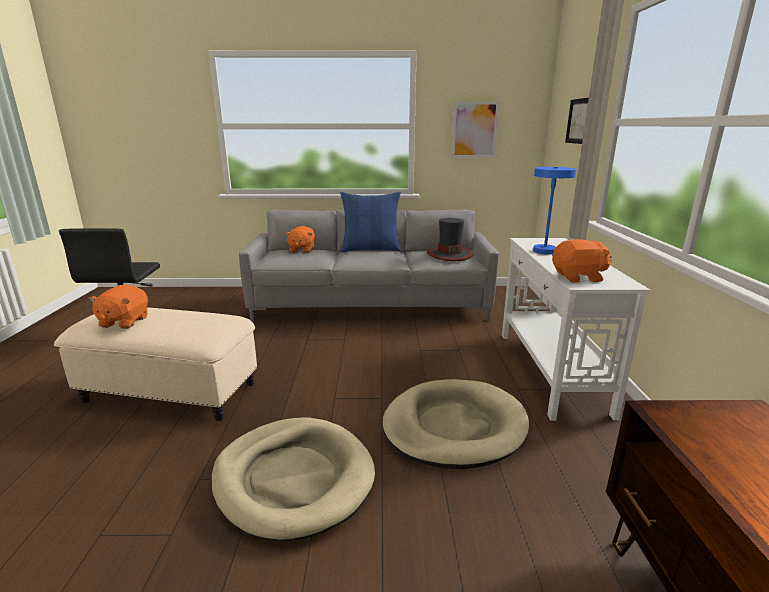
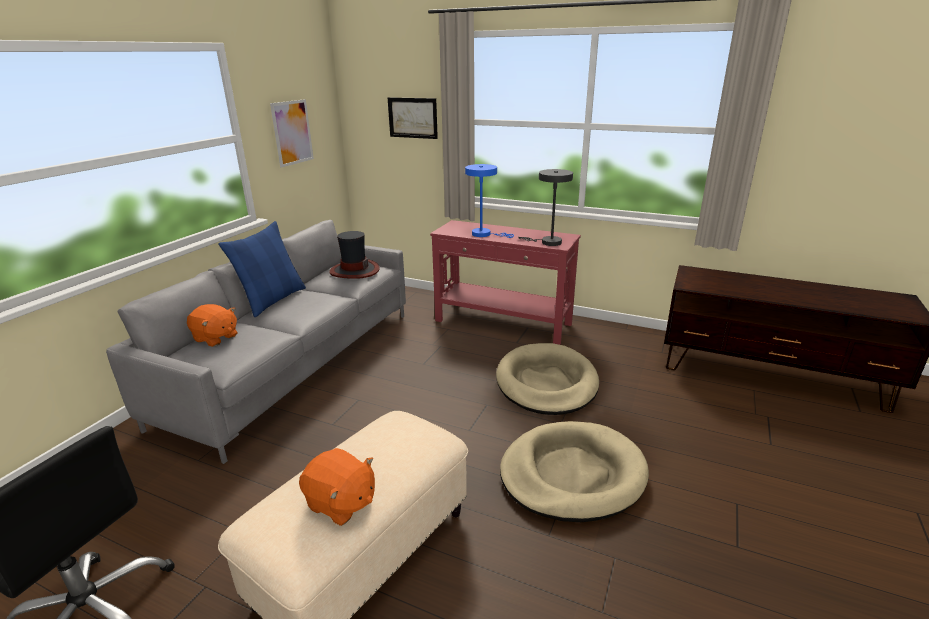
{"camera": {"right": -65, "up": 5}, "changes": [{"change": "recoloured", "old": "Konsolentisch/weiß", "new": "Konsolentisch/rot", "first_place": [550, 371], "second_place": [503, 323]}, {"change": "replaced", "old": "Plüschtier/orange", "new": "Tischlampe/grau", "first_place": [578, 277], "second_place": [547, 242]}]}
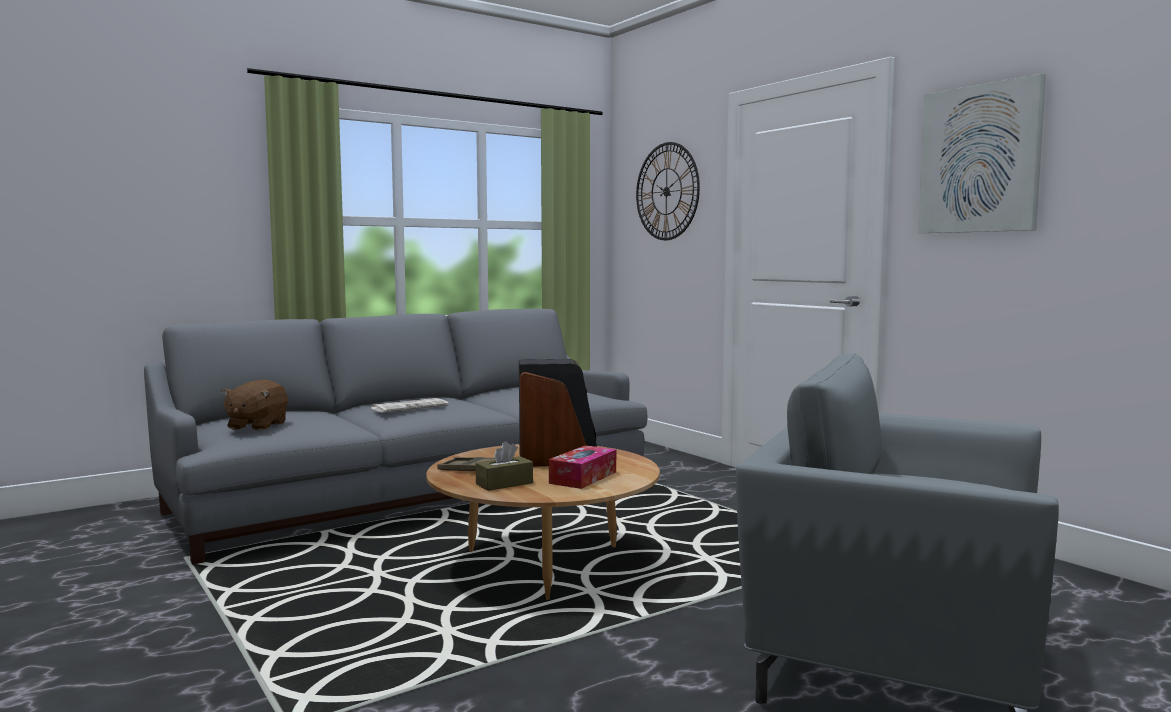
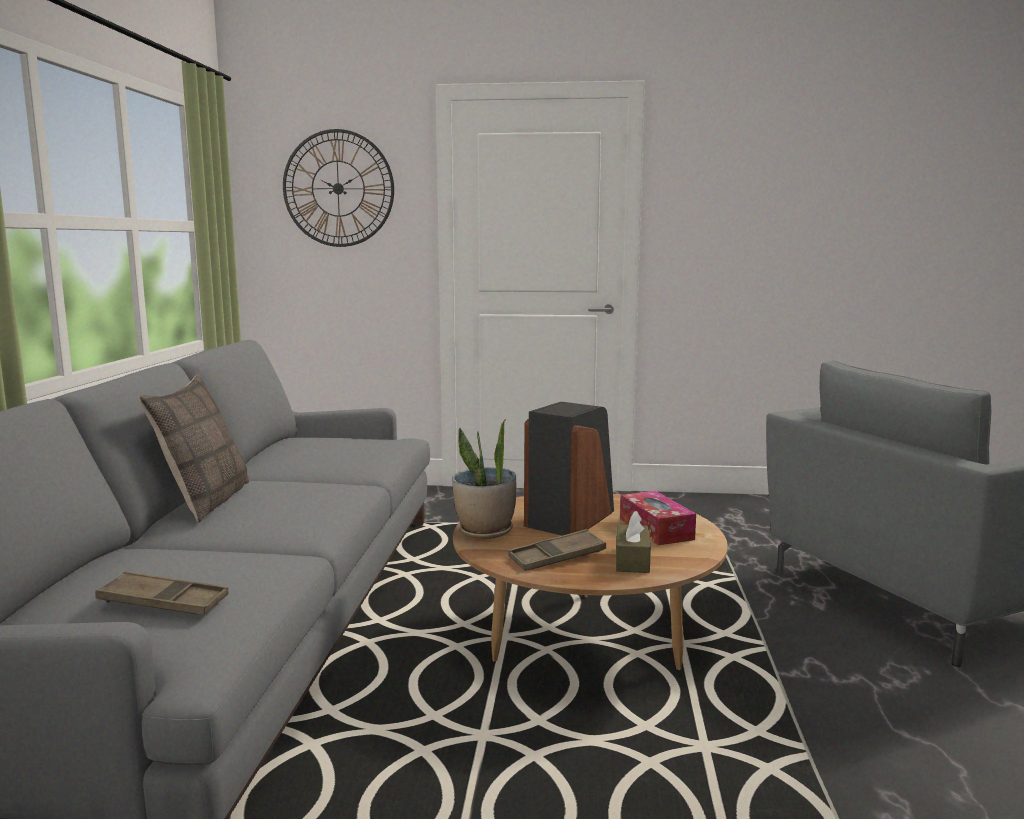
{"camera": {"right": -50, "up": 5}, "changes": [{"change": "removed", "old": "Bild", "first_place": [980, 159]}, {"change": "replaced", "old": "Plüschtier/braun", "new": "Tablett/braun", "first_place": [256, 426], "second_place": [164, 602]}, {"change": "removed", "old": "Zeitung", "first_place": [410, 407]}, {"change": "added", "new": "Kissen", "second_place": [205, 501]}, {"change": "added", "new": "Topfpflanze", "second_place": [485, 531]}]}
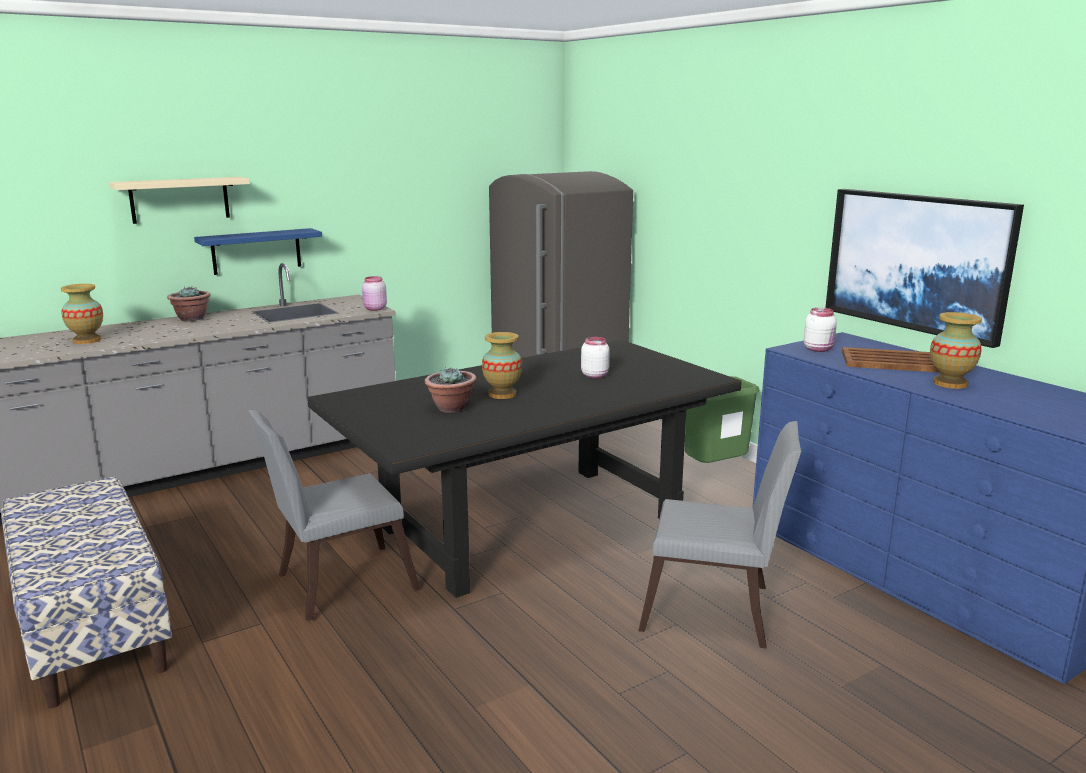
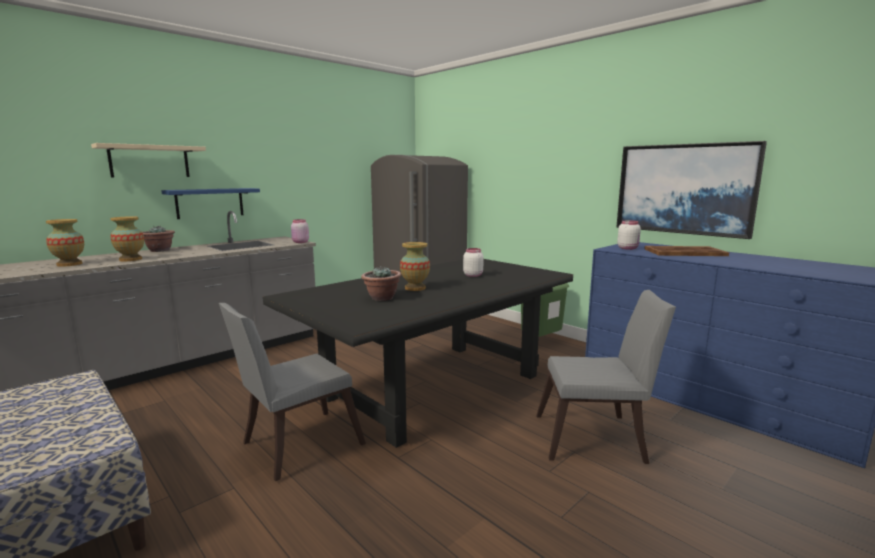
{"camera": {"right": -10, "up": -5}, "changes": [{"change": "moved", "old": "Vase", "first_place": [950, 383], "second_place": [131, 259]}]}
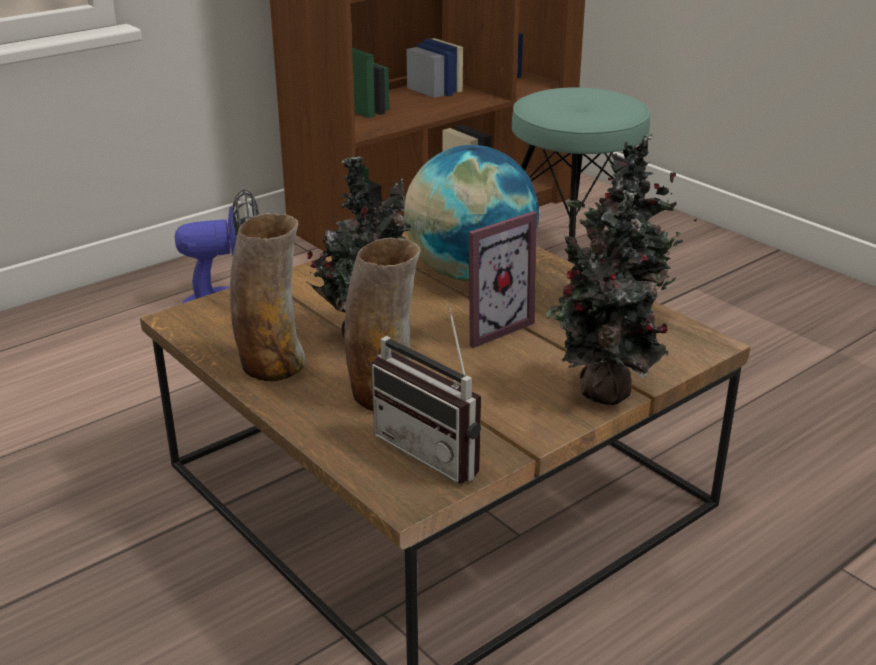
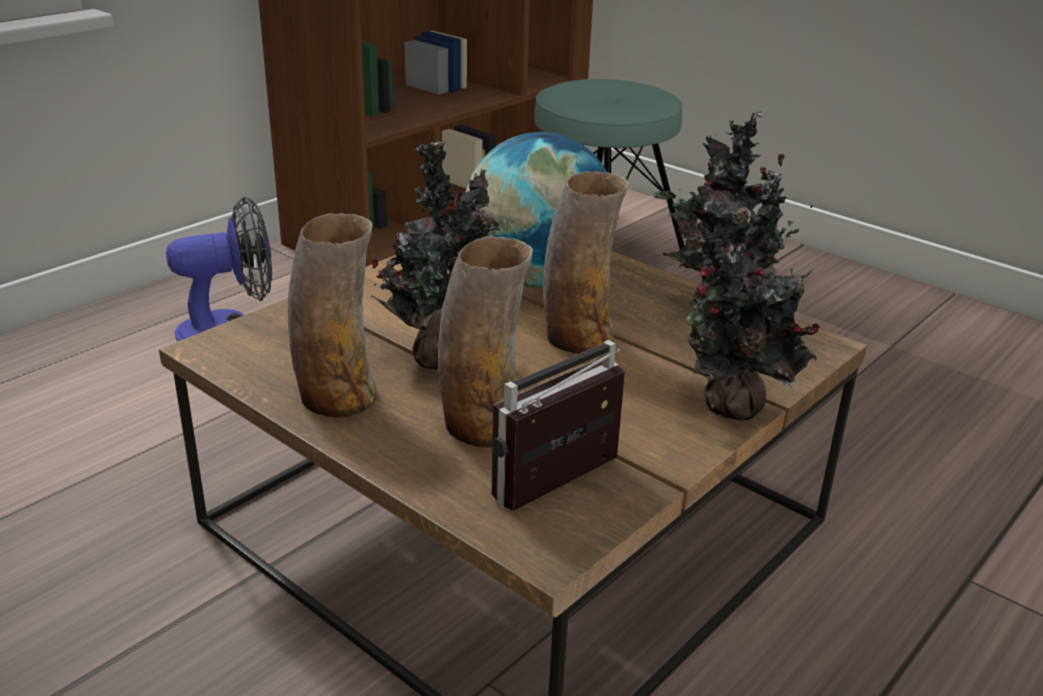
{"camera": {"right": -10, "up": 0}, "changes": [{"change": "replaced", "old": "Bilderrahmen", "new": "Vase", "first_place": [489, 326], "second_place": [578, 338]}, {"change": "turned", "old": "Radio", "first_place": [437, 450], "second_place": [566, 488], "degrees": 105}]}
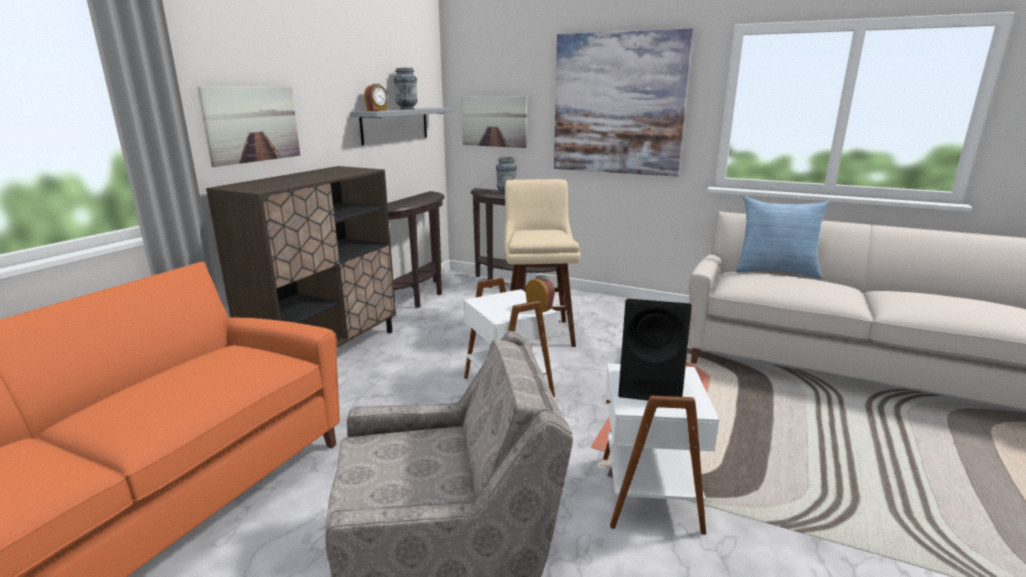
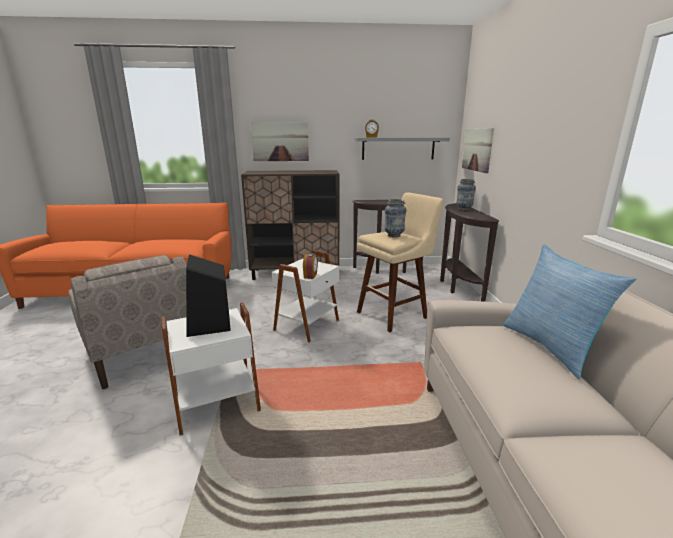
{"camera": {"right": 60, "up": 0}, "changes": [{"change": "removed", "old": "Bild", "first_place": [618, 104]}, {"change": "moved", "old": "Vase", "first_place": [407, 109], "second_place": [394, 235]}]}
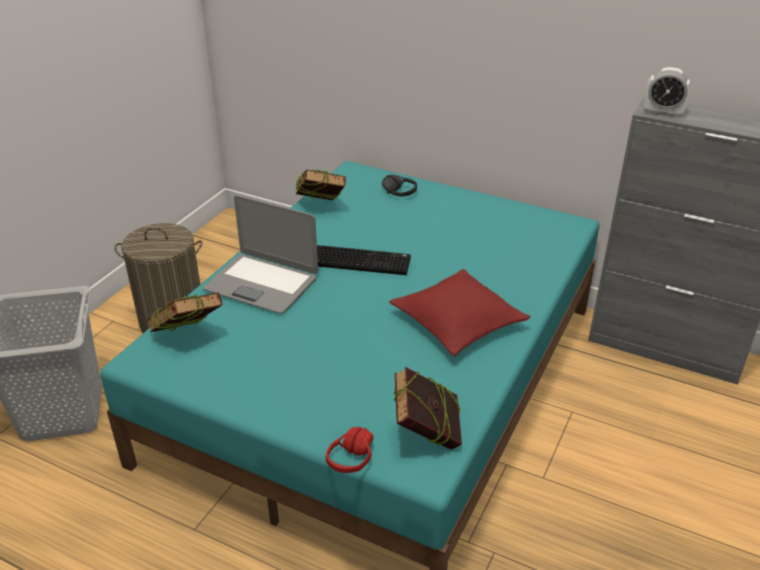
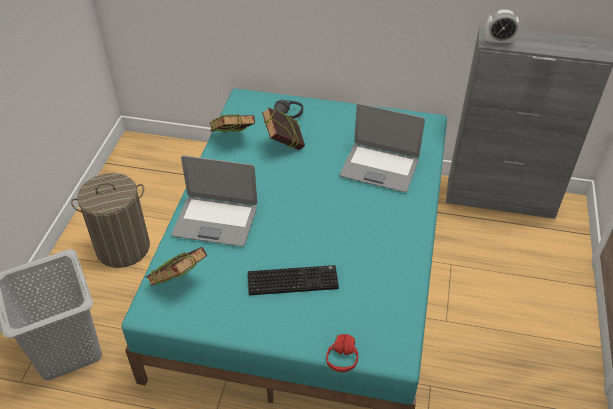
{"camera": {"right": -15, "up": 10}, "changes": [{"change": "moved", "old": "Tastatur", "first_place": [360, 261], "second_place": [293, 280]}, {"change": "removed", "old": "Kissen/rot", "first_place": [458, 322]}, {"change": "moved", "old": "Buch", "first_place": [426, 436], "second_place": [284, 145]}, {"change": "added", "new": "Laptop", "second_place": [379, 168]}]}
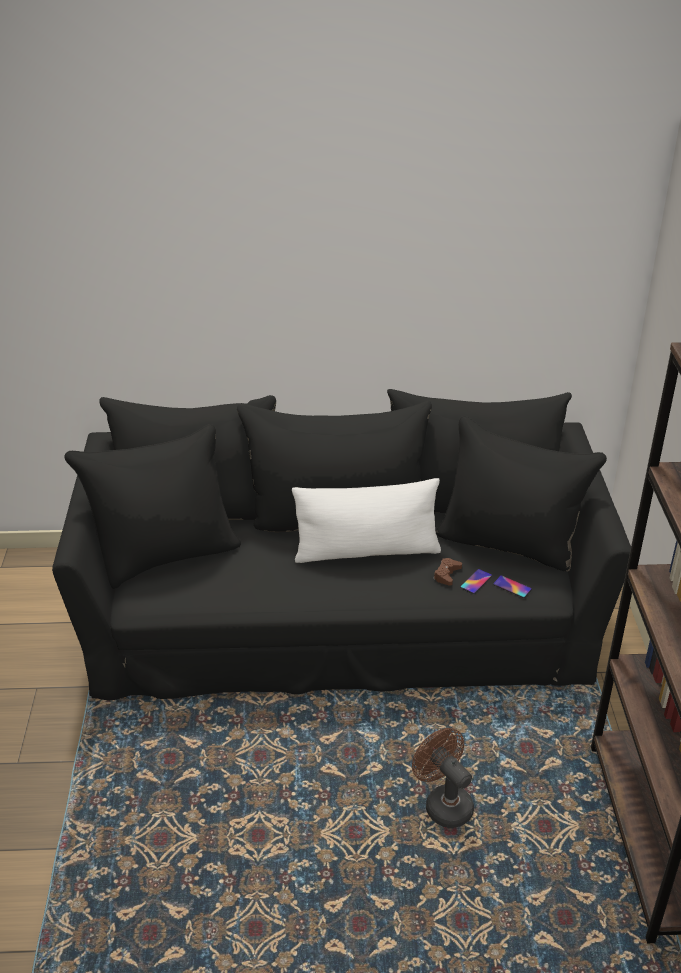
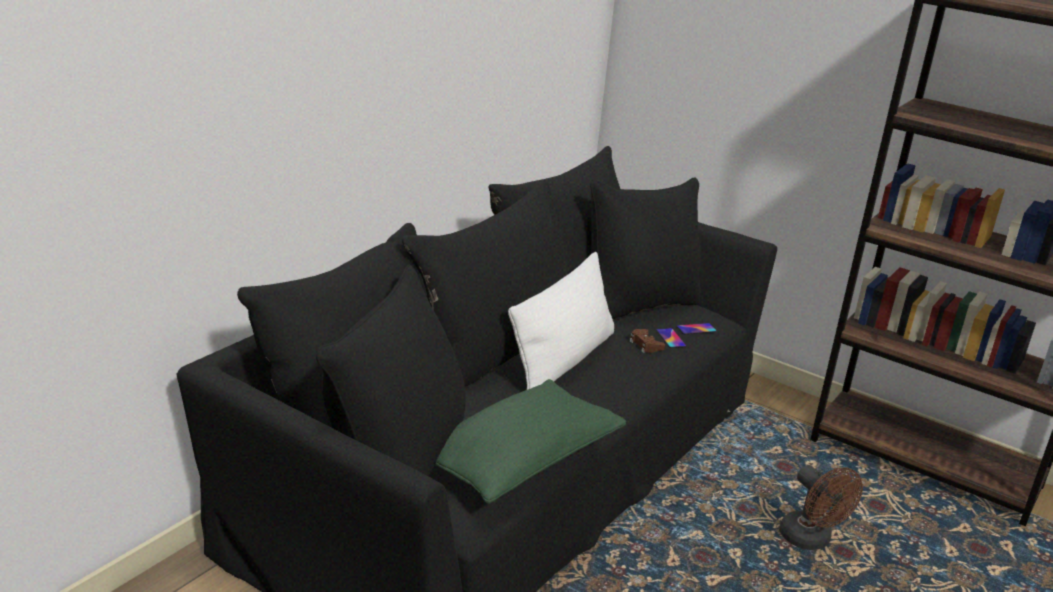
{"camera": {"right": -55, "up": -10}, "changes": [{"change": "turned", "old": "Ventilator/braun", "first_place": [443, 803], "second_place": [810, 540], "degrees": -120}, {"change": "added", "new": "Kissen/grün", "second_place": [519, 461]}]}
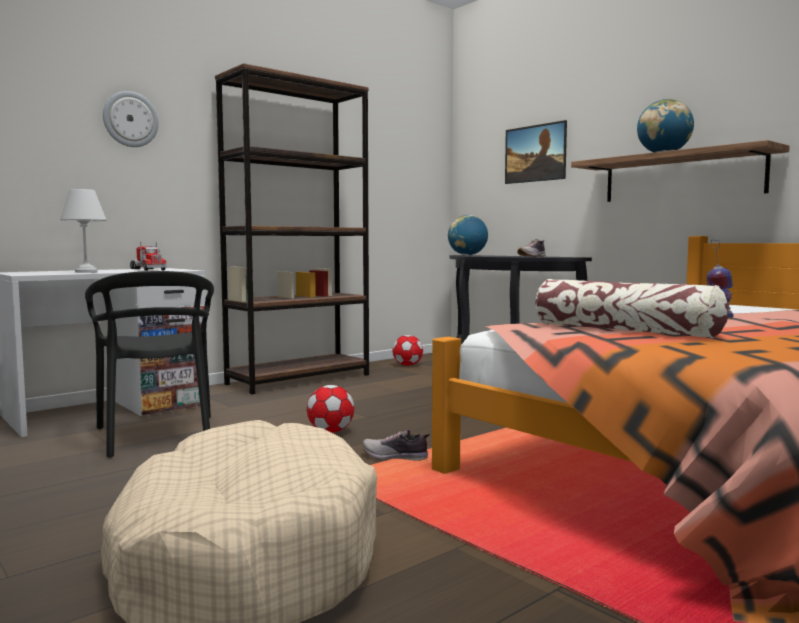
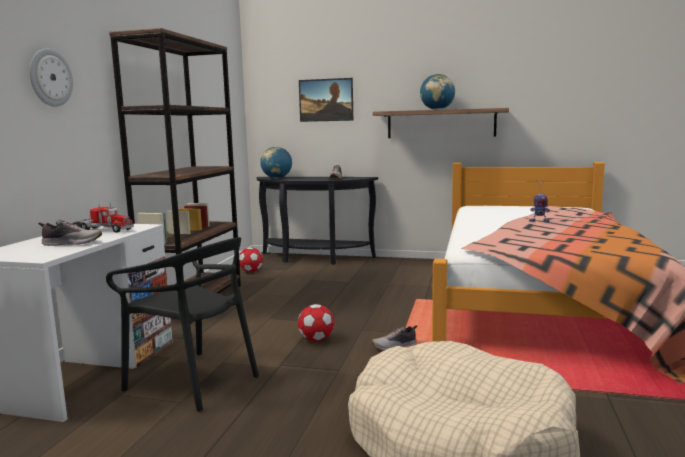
{"camera": {"right": -35, "up": 5}, "changes": [{"change": "replaced", "old": "Tischlampe/weiß", "new": "Schuh", "first_place": [86, 272], "second_place": [72, 243]}, {"change": "removed", "old": "Kissen", "first_place": [624, 330]}]}
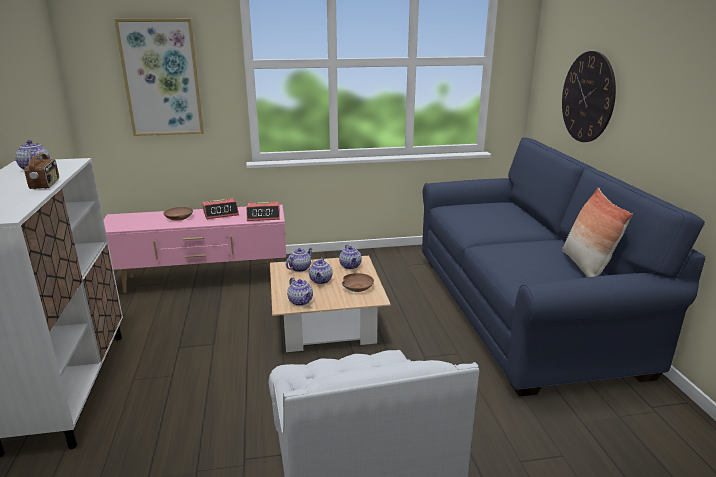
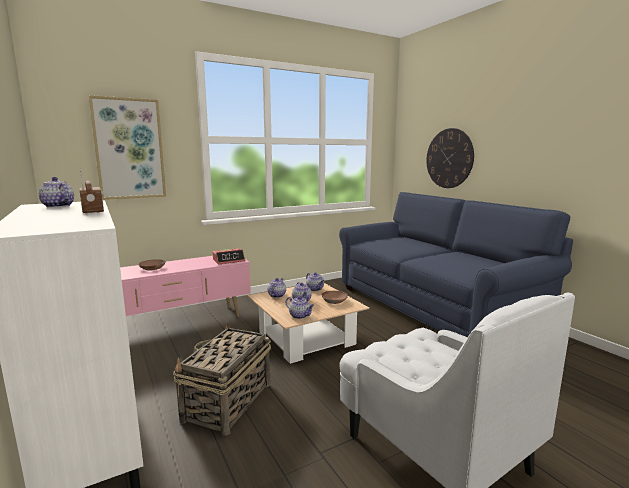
{"camera": {"right": -20, "up": -10}, "changes": [{"change": "removed", "old": "Kissen", "first_place": [585, 266]}, {"change": "removed", "old": "Wecker", "first_place": [221, 213]}, {"change": "added", "new": "Korb", "second_place": [227, 402]}]}
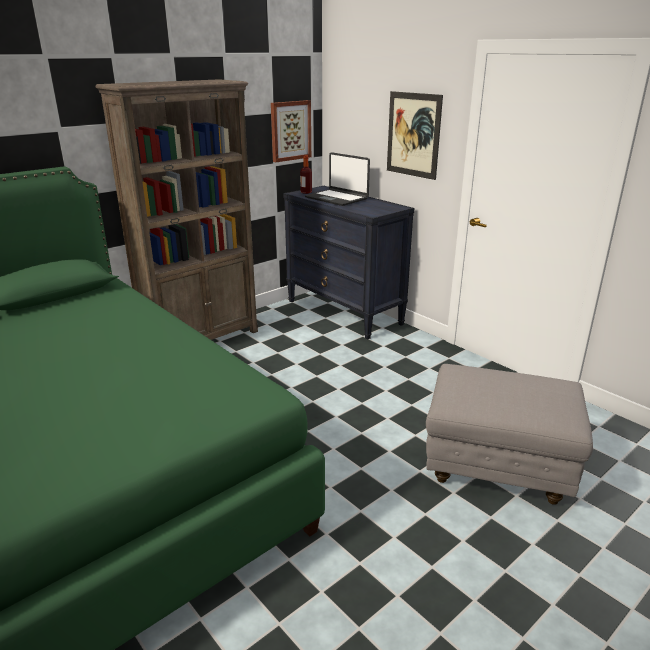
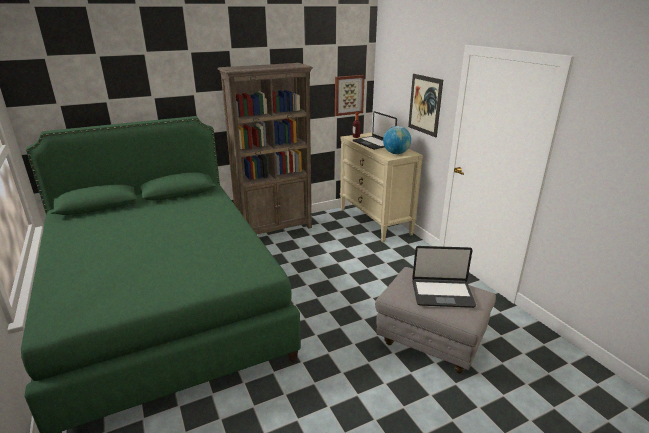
{"camera": {"right": 15, "up": 0}, "changes": [{"change": "recoloured", "old": "Kommode/schwarz", "new": "Kommode/beige", "first_place": [344, 312], "second_place": [375, 221]}, {"change": "added", "new": "Globus", "second_place": [396, 153]}, {"change": "added", "new": "Laptop", "second_place": [442, 293]}]}
